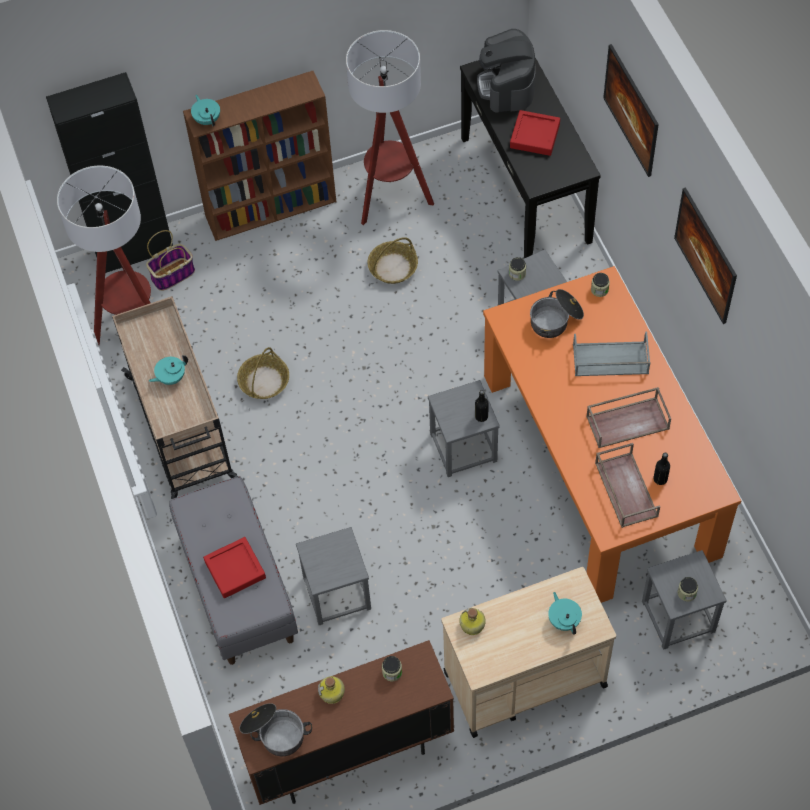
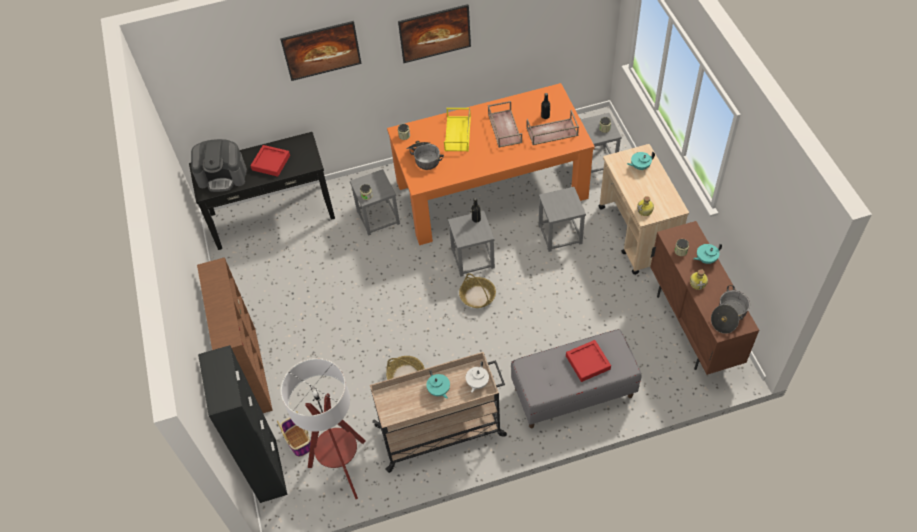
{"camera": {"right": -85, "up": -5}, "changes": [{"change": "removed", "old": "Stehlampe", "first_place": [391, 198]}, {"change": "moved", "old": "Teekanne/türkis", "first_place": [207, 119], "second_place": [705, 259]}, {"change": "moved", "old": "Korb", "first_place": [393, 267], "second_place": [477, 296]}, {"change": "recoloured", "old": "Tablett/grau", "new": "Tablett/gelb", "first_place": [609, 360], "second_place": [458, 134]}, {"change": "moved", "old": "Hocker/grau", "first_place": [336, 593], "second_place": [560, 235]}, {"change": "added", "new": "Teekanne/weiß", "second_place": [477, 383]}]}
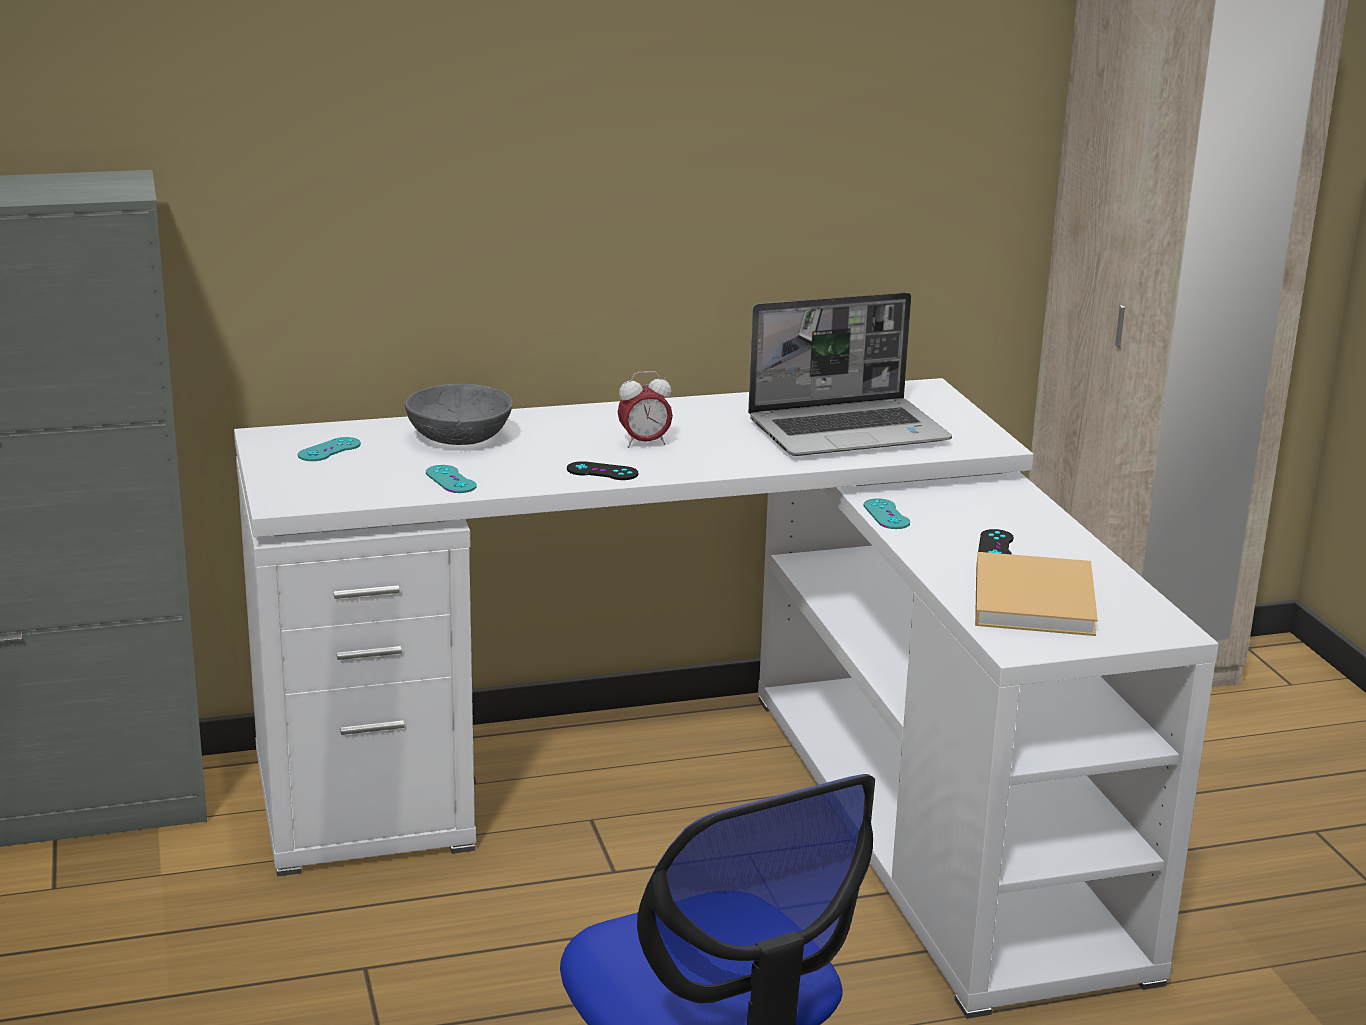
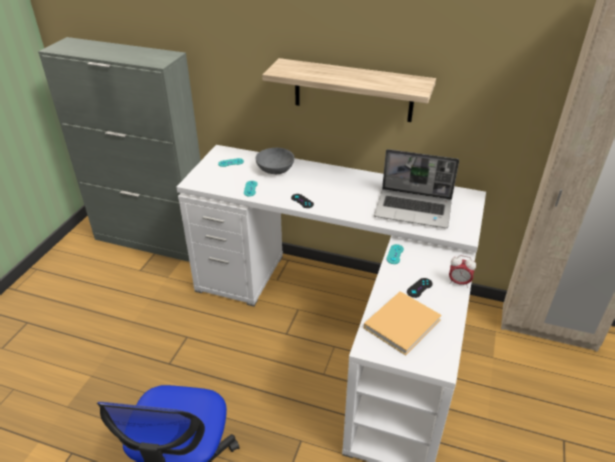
{"camera": {"right": 35, "up": 15}, "changes": [{"change": "moved", "old": "Wecker", "first_place": [644, 443], "second_place": [459, 282]}, {"change": "added", "new": "Wandregal", "second_place": [353, 90]}]}
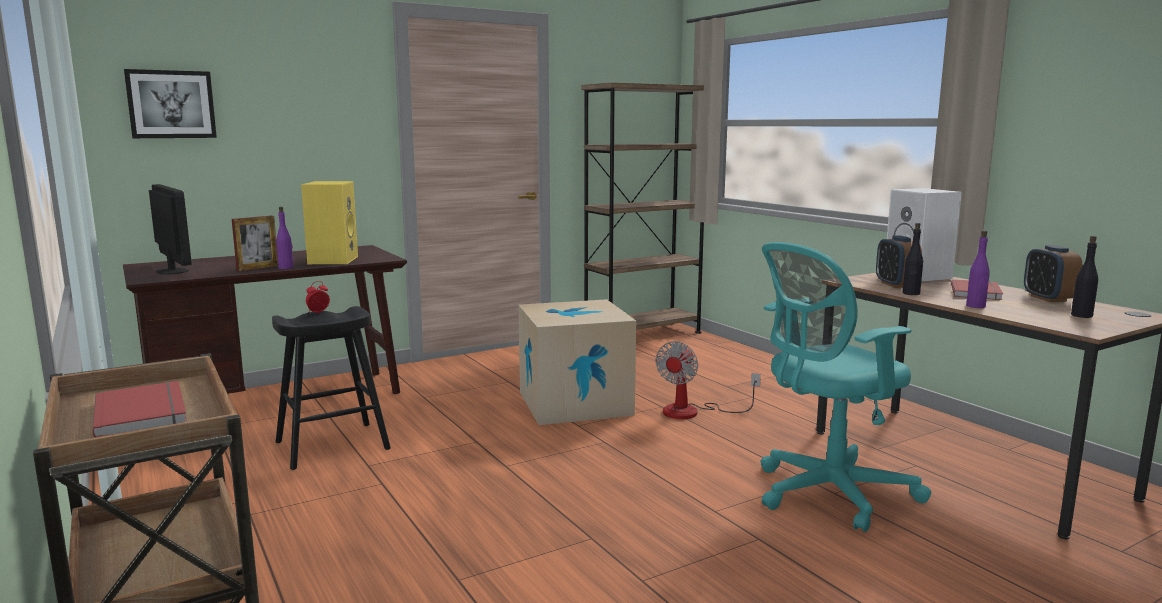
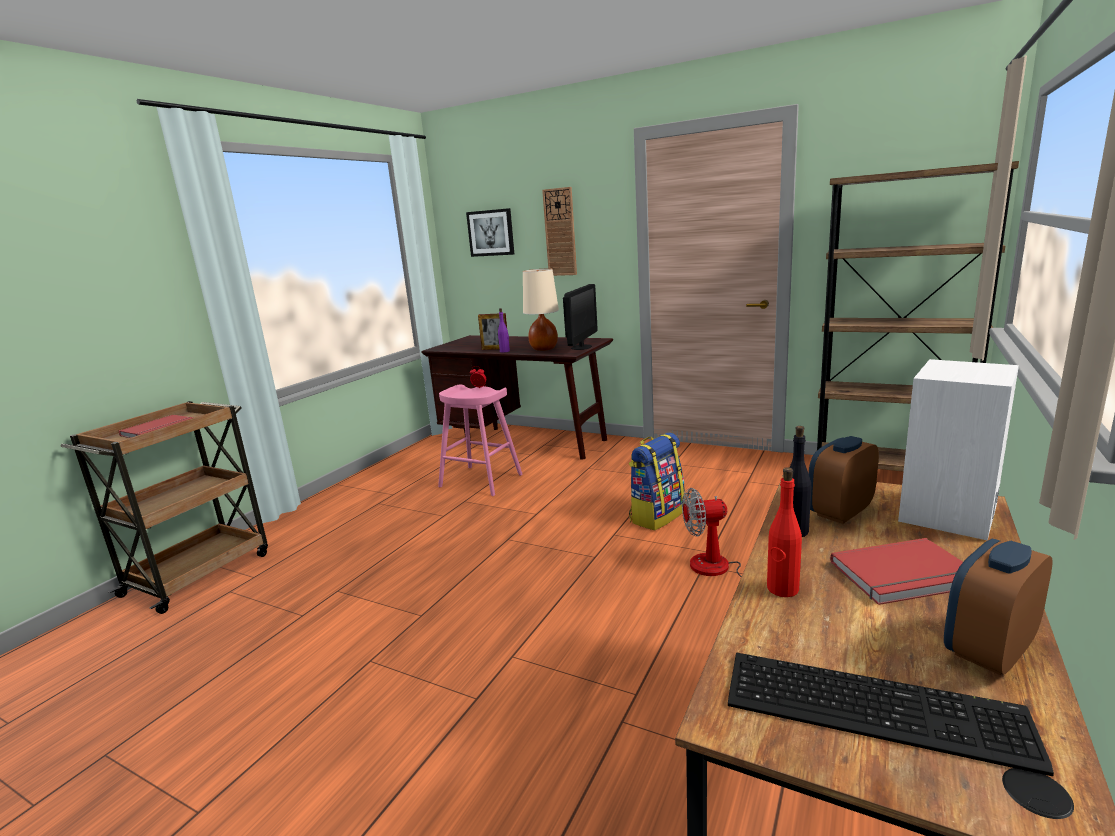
{"camera": {"right": 60, "up": 5}, "changes": [{"change": "replaced", "old": "Lautsprecher/gelb", "new": "Tischlampe/beige", "first_place": [332, 260], "second_place": [544, 349]}, {"change": "moved", "old": "Monitor", "first_place": [172, 271], "second_place": [581, 347]}, {"change": "recoloured", "old": "Flasche/lila", "new": "Flasche/rot", "first_place": [976, 306], "second_place": [782, 589]}, {"change": "replaced", "old": "Flasche/schwarz", "new": "Tastatur", "first_place": [1082, 315], "second_place": [868, 703]}, {"change": "removed", "old": "Bürostuhl/türkis", "first_place": [827, 494]}, {"change": "replaced", "old": "Karton", "new": "Rucksack", "first_place": [574, 403], "second_place": [656, 516]}, {"change": "recoloured", "old": "Hocker/schwarz", "new": "Hocker/rosa", "first_place": [333, 445], "second_place": [481, 481]}, {"change": "added", "new": "Wanduhr", "second_place": [560, 232]}]}
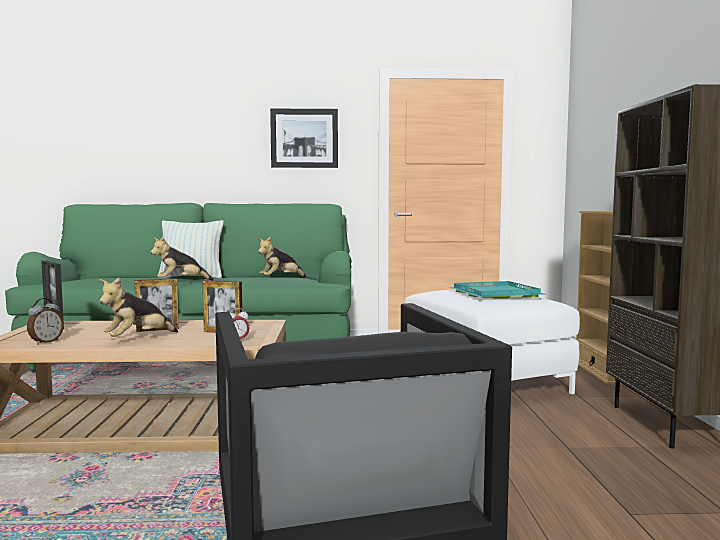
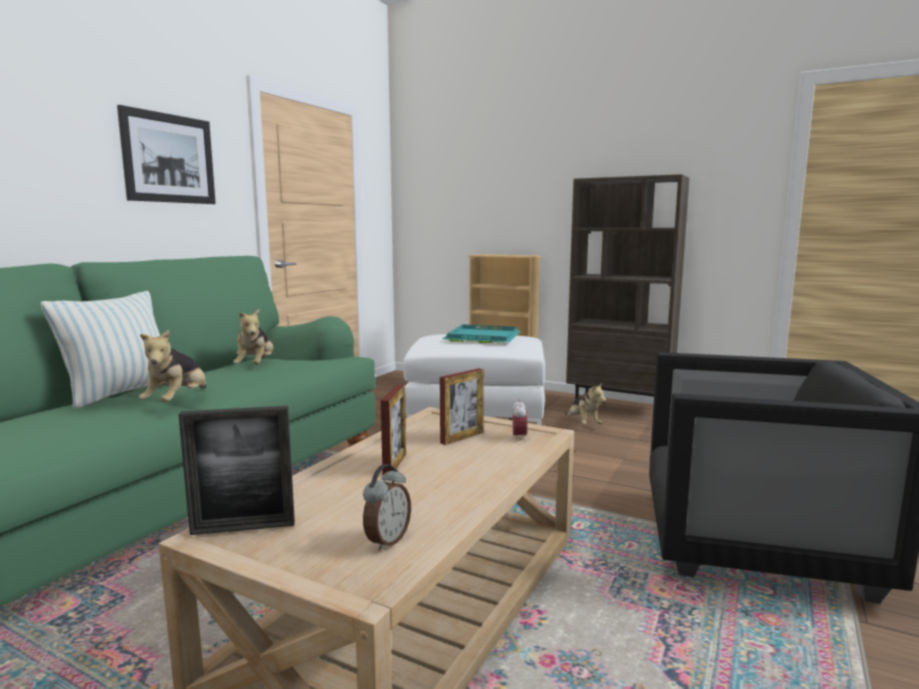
{"camera": {"right": -60, "up": 5}, "changes": [{"change": "moved", "old": "Plüschtier", "first_place": [138, 339], "second_place": [583, 424]}, {"change": "turned", "old": "Wecker", "first_place": [45, 342], "second_place": [386, 540], "degrees": 60}]}
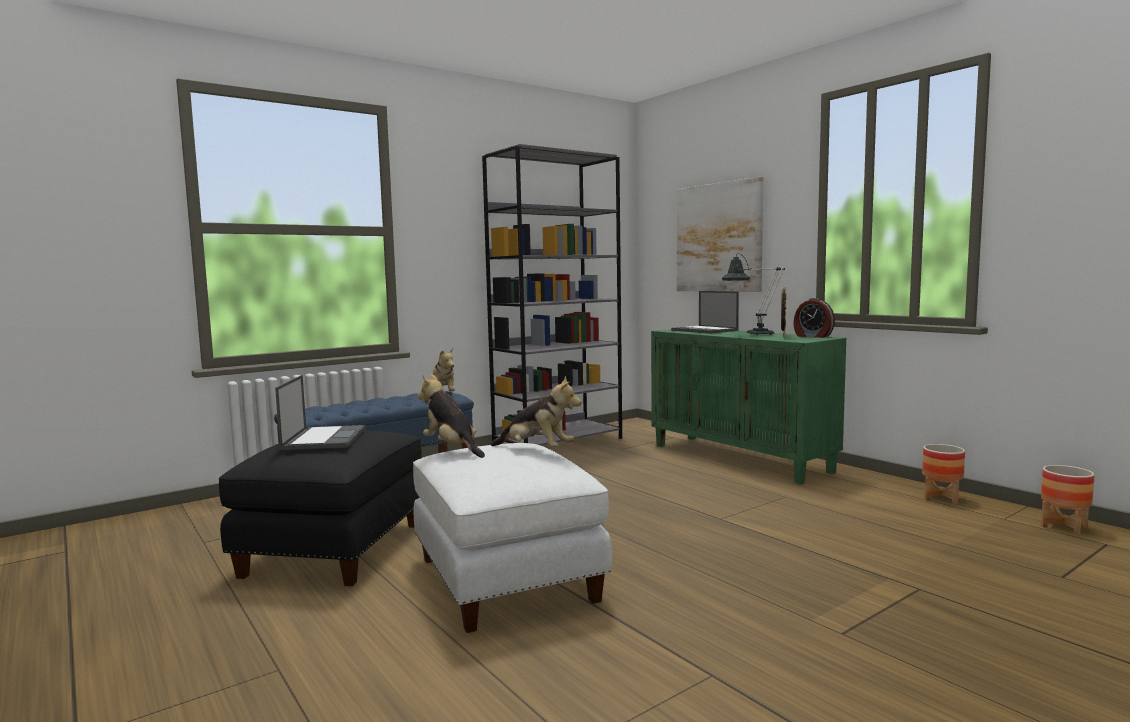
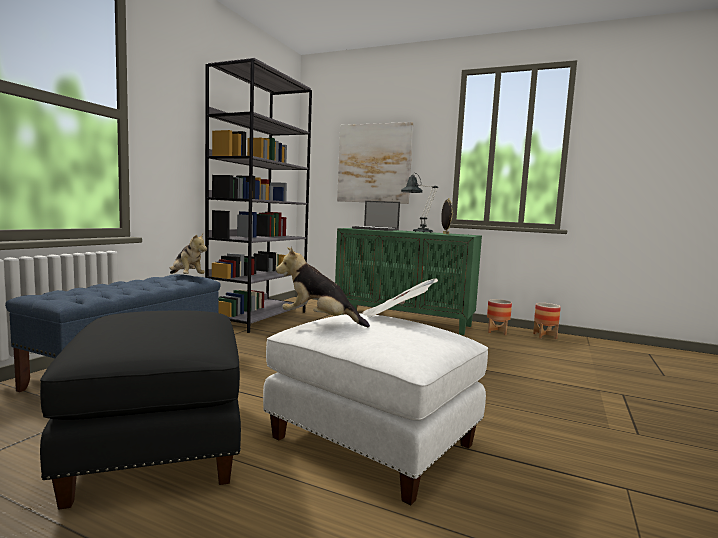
{"camera": {"right": -30, "up": 0}, "changes": [{"change": "removed", "old": "Wecker", "first_place": [812, 336]}, {"change": "removed", "old": "Laptop", "first_place": [324, 438]}, {"change": "replaced", "old": "Plüschtier", "new": "Zeitung", "first_place": [536, 450], "second_place": [396, 318]}, {"change": "moved", "old": "Pflanzkübel", "first_place": [1064, 526], "second_place": [497, 332]}]}
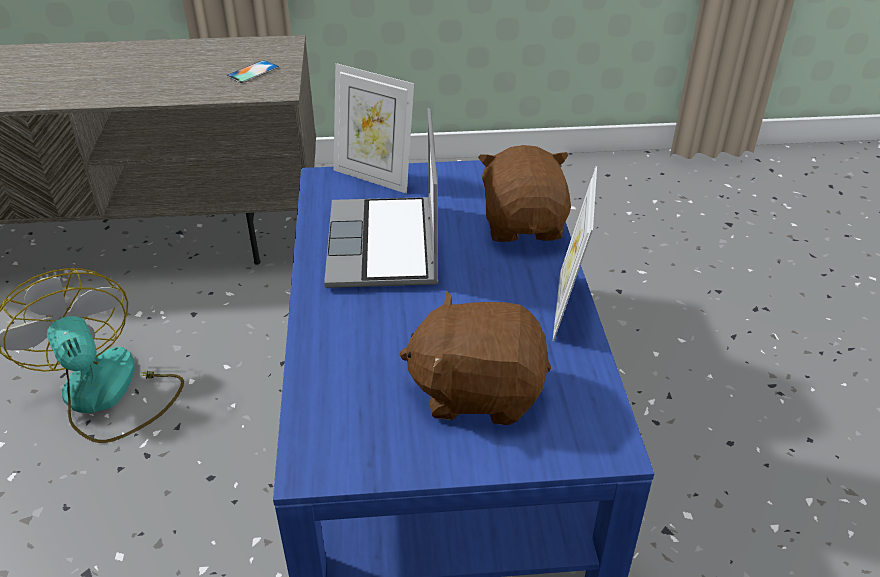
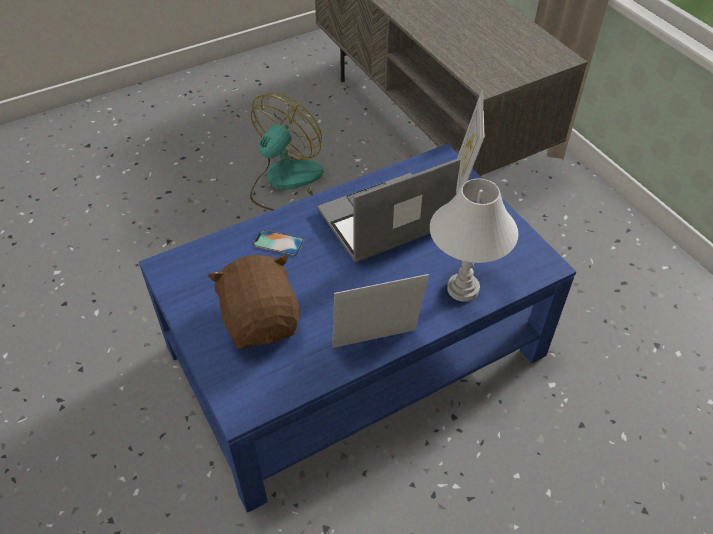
{"camera": {"right": 65, "up": 10}, "changes": [{"change": "moved", "old": "Handy", "first_place": [253, 72], "second_place": [278, 242]}, {"change": "replaced", "old": "Plüschtier/braun", "new": "Tischlampe/weiß", "first_place": [524, 225], "second_place": [463, 289]}]}
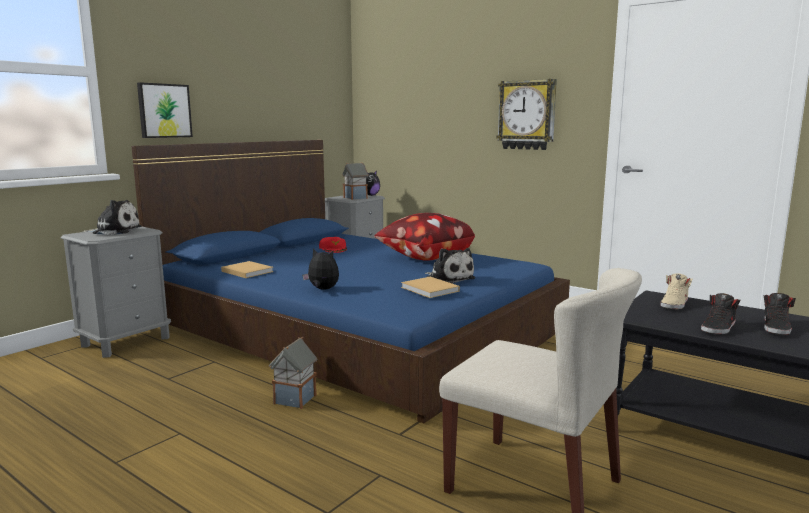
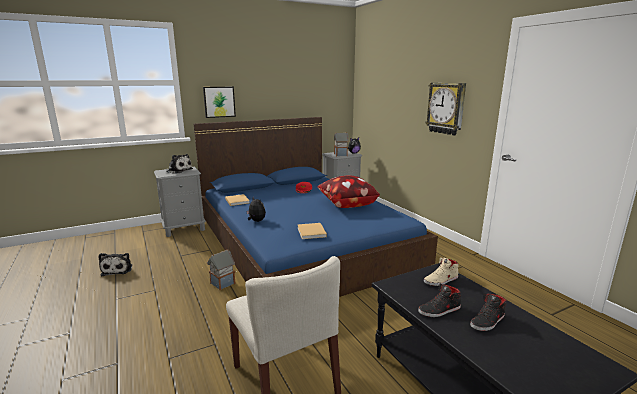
{"camera": {"right": 25, "up": 5}, "changes": [{"change": "moved", "old": "Plüschtier", "first_place": [448, 279], "second_place": [118, 269]}]}
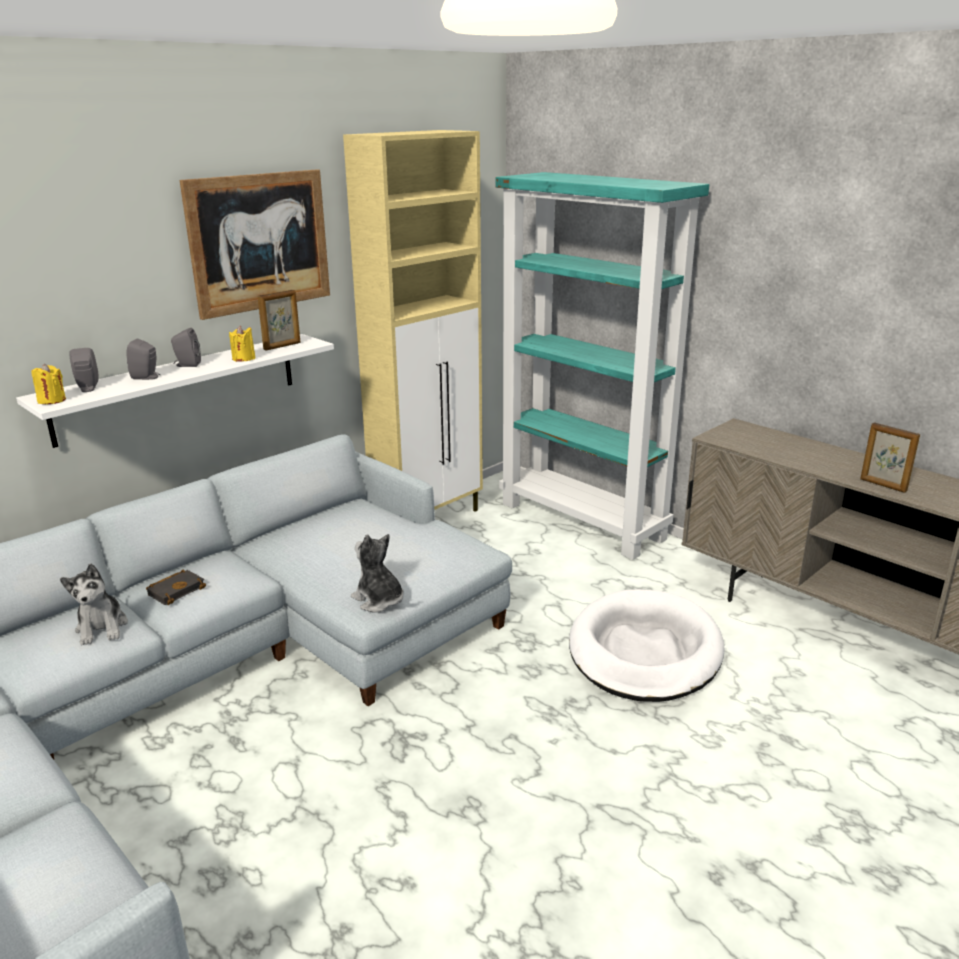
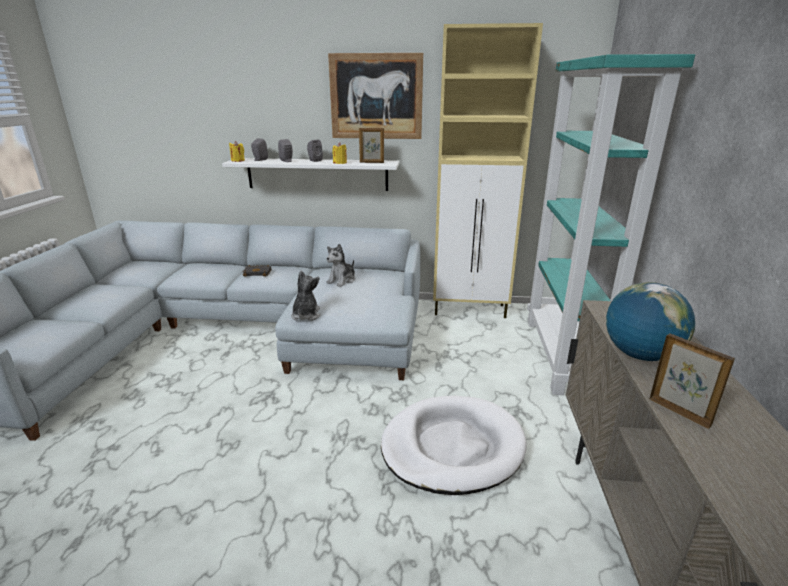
{"camera": {"right": 50, "up": 0}, "changes": [{"change": "turned", "old": "Bilderrahmen", "first_place": [883, 485], "second_place": [679, 411], "degrees": 135}, {"change": "moved", "old": "Plüschtier", "first_place": [102, 627], "second_place": [342, 280]}, {"change": "added", "new": "Globus", "second_place": [640, 355]}]}
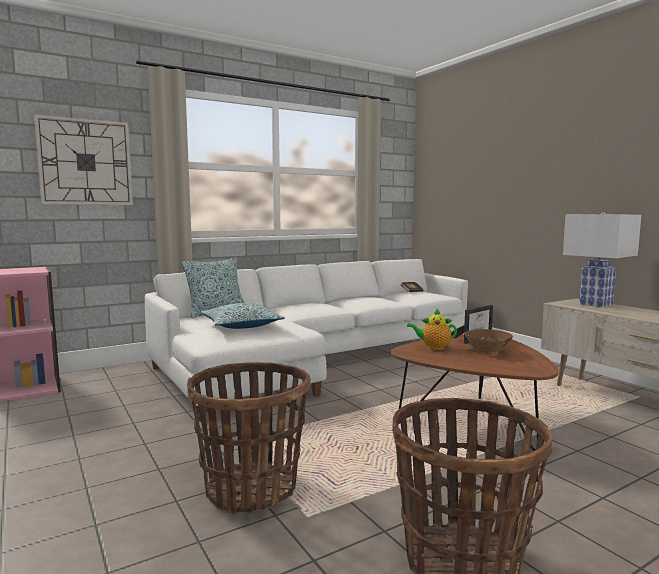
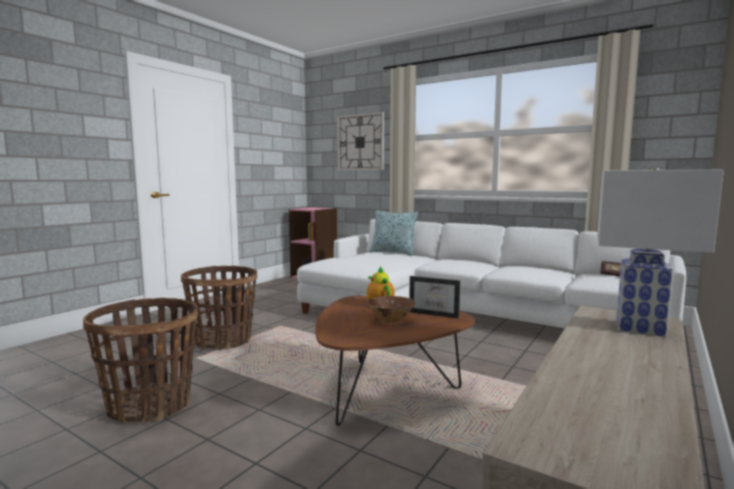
{"camera": {"right": 65, "up": 0}, "changes": [{"change": "removed", "old": "Kissen", "first_place": [241, 325]}]}
